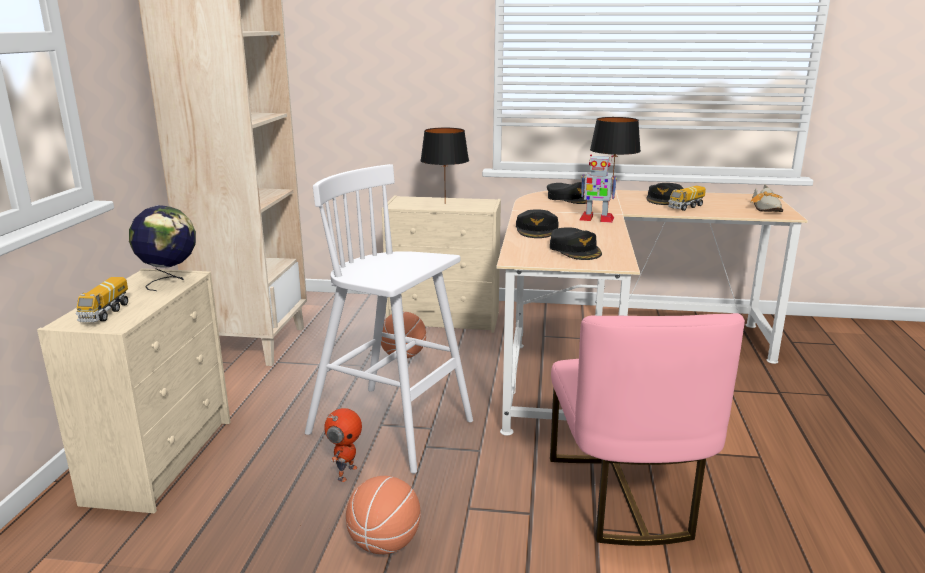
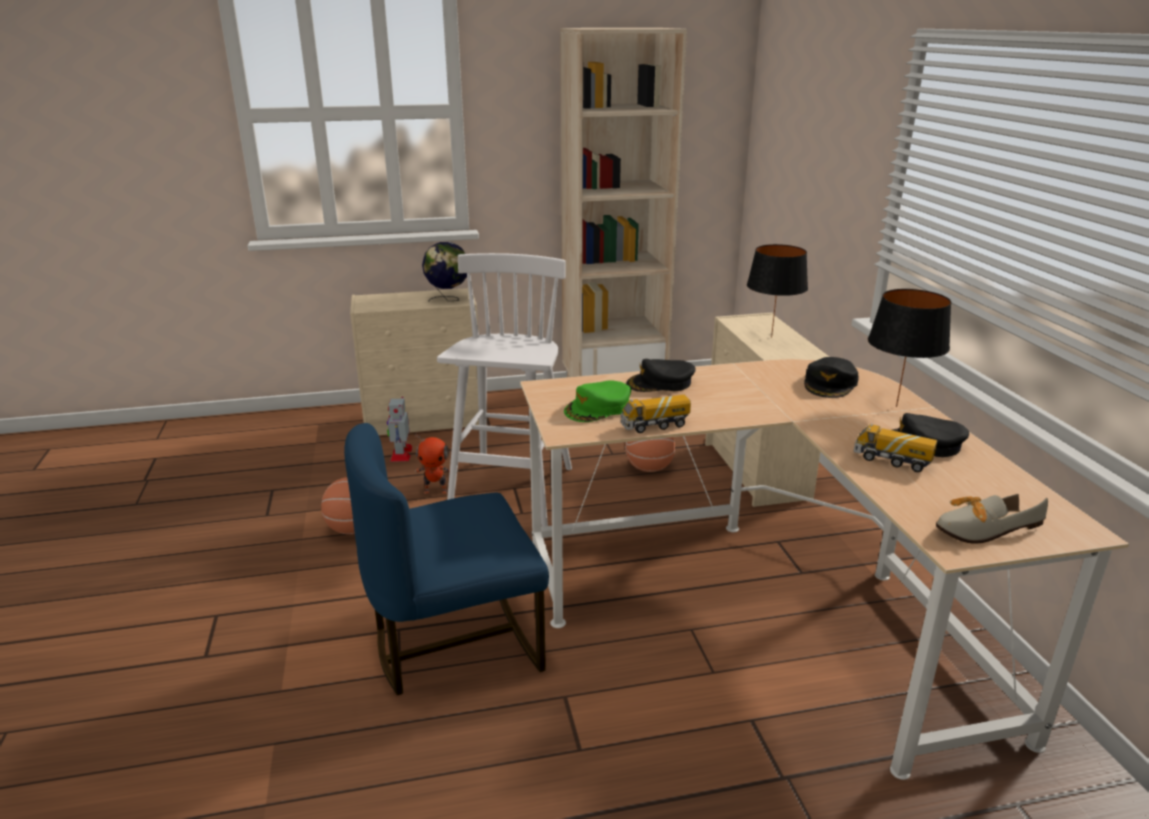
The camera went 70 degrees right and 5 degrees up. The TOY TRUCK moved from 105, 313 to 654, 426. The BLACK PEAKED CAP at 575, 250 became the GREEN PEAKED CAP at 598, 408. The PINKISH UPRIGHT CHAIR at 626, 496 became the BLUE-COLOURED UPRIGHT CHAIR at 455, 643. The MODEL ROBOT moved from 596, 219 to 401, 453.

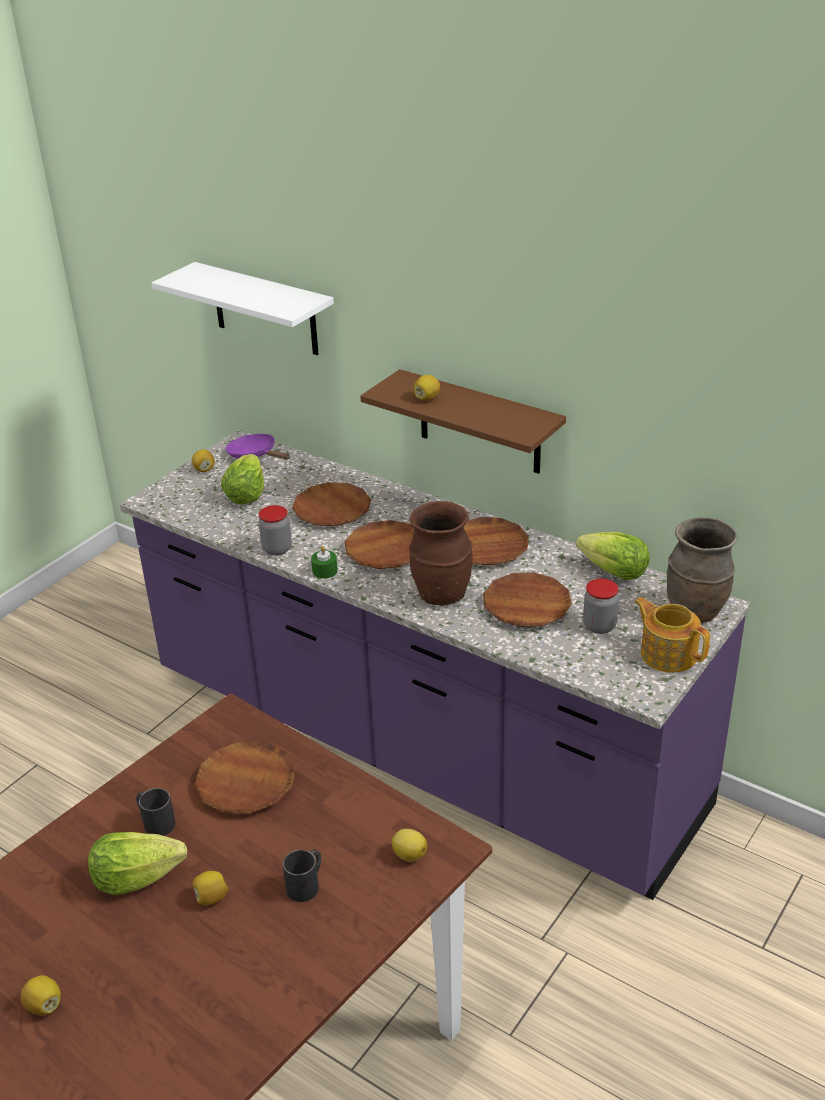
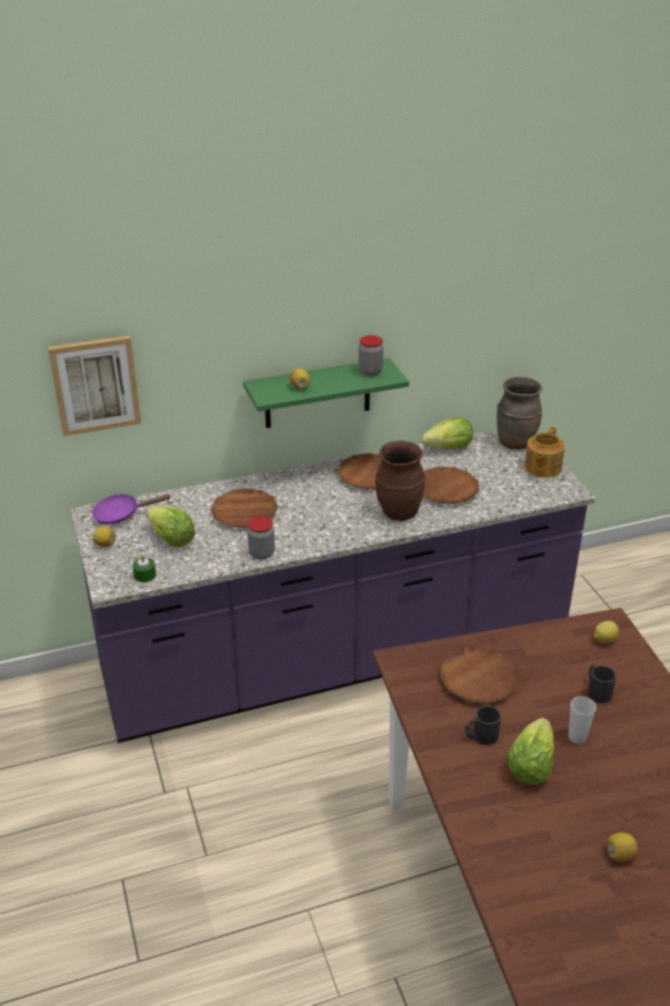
The camera went 55 degrees left and 0 degrees up. The WHITE-COLOURED SHELF at 265, 309 was replaced by the WALL ART at 95, 384. The CITRUS FRUIT at 211, 898 was replaced by the DRINKING CUP at 577, 737. The GREEN WAX CANDLE moved from 325, 571 to 145, 575. The BROWNISH DINNER PLATE at 386, 550 disappeared. The BROWNISH SHELF at 479, 423 became the GREEN SHELF at 317, 394. The JAR moved from 599, 626 to 370, 371. The TEAPOT at 668, 653 turned 60 degrees counterclockwise.

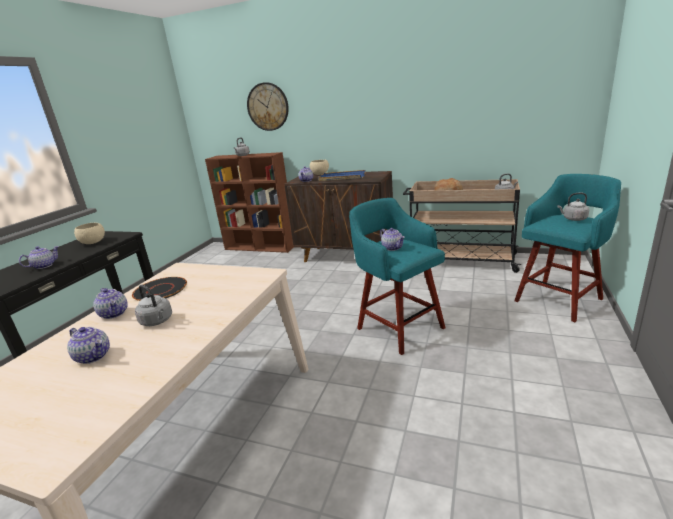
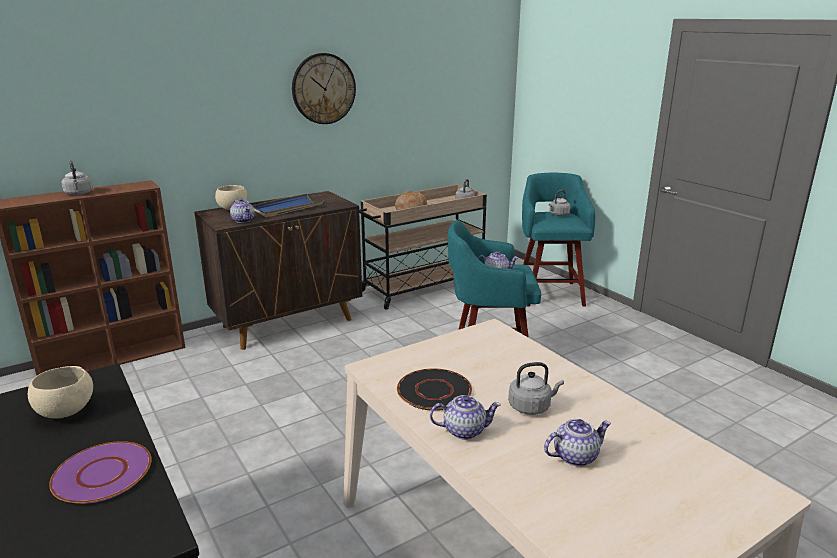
The camera went 55 degrees left and 0 degrees up. The TEAPOT at 44, 266 was replaced by the PURPLISH DINNER PLATE at 102, 474. The CLOCK ON THE WALL moved from 268, 107 to 323, 89.

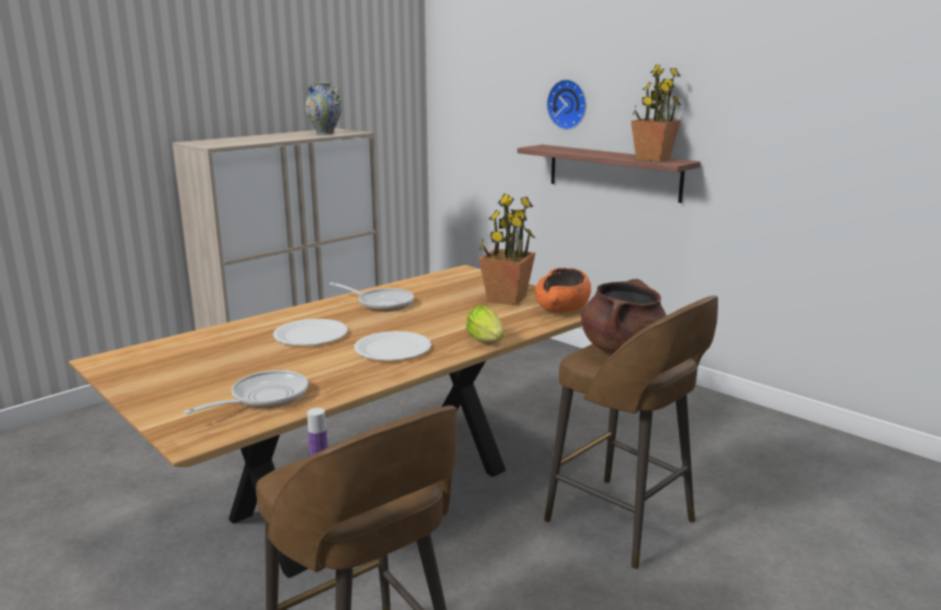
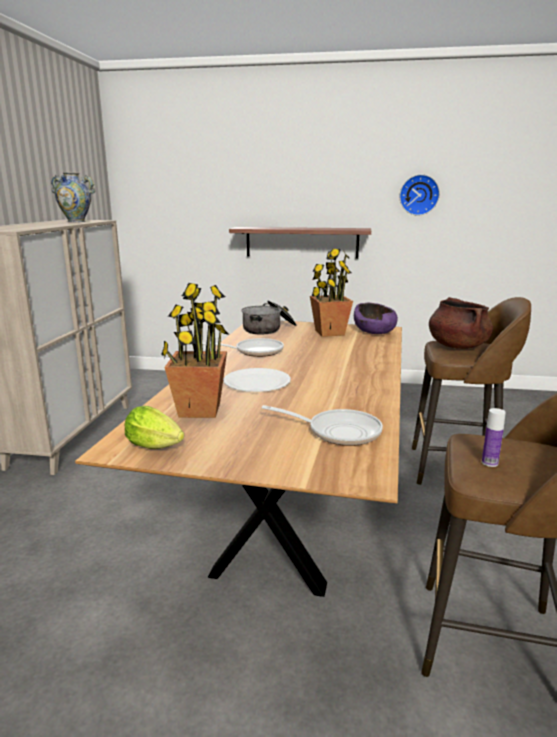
The camera went 35 degrees left and 0 degrees up. The SKILLET at 264, 398 turned 105 degrees clockwise. The WHITE-COLOURED DINNER PLATE at 393, 349 disappeared. The LETTUCE moved from 487, 342 to 157, 447. The ORANGE DEEP DISH at 562, 307 became the PURPLISH DEEP DISH at 374, 331. The CLOCK ON THE WALL moved from 568, 104 to 419, 195. The PLANT IN A POT moved from 652, 159 to 199, 410. The SAUCEPOT at 269, 329 appeared.

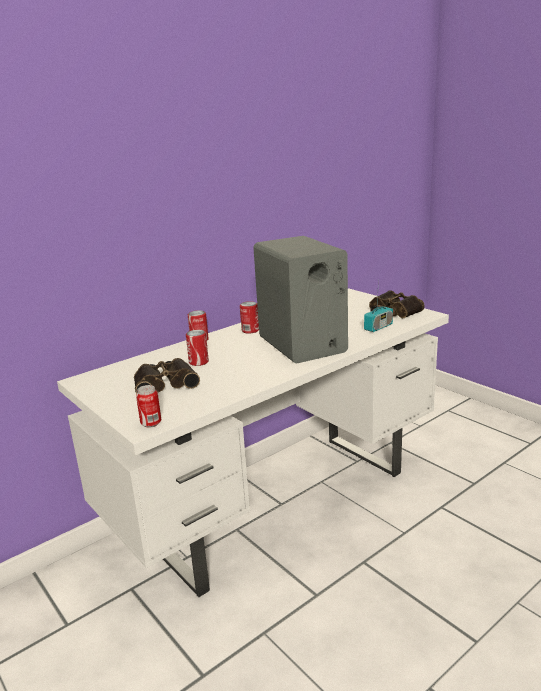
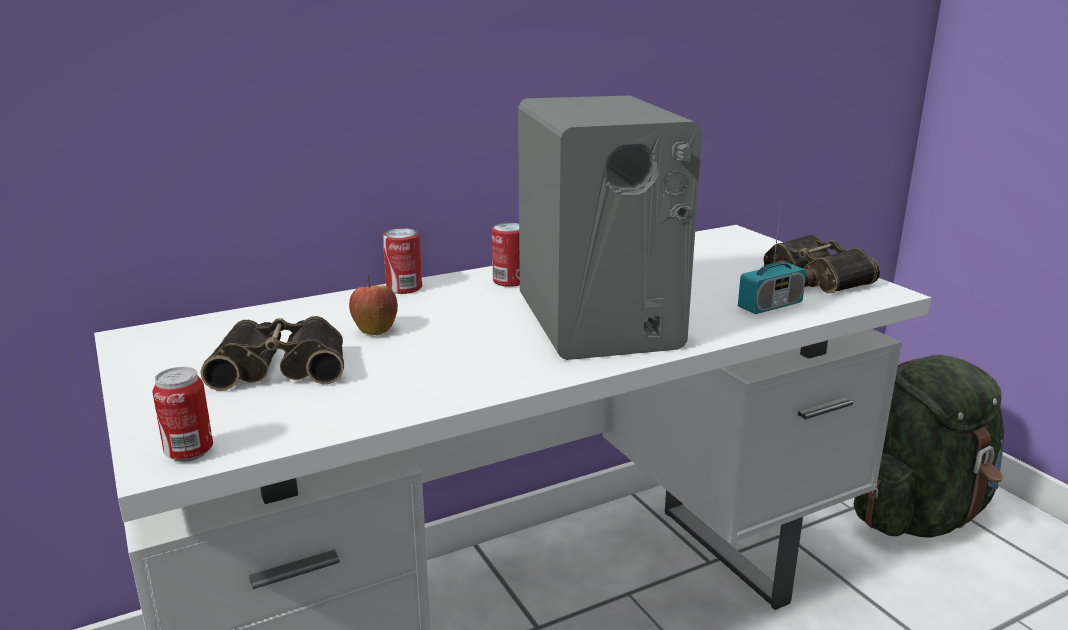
The camera went 10 degrees right and 0 degrees up. The CAN at 198, 362 was replaced by the APPLE at 375, 330. The GREEN KNAPSACK at 916, 514 appeared.

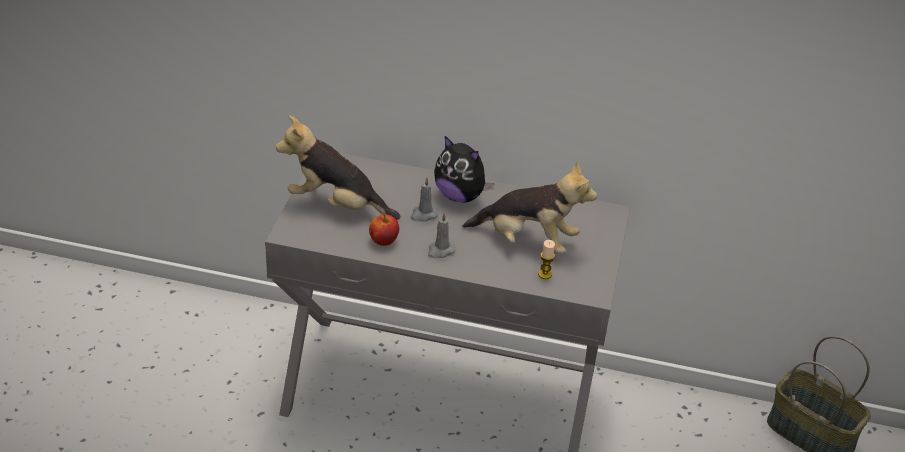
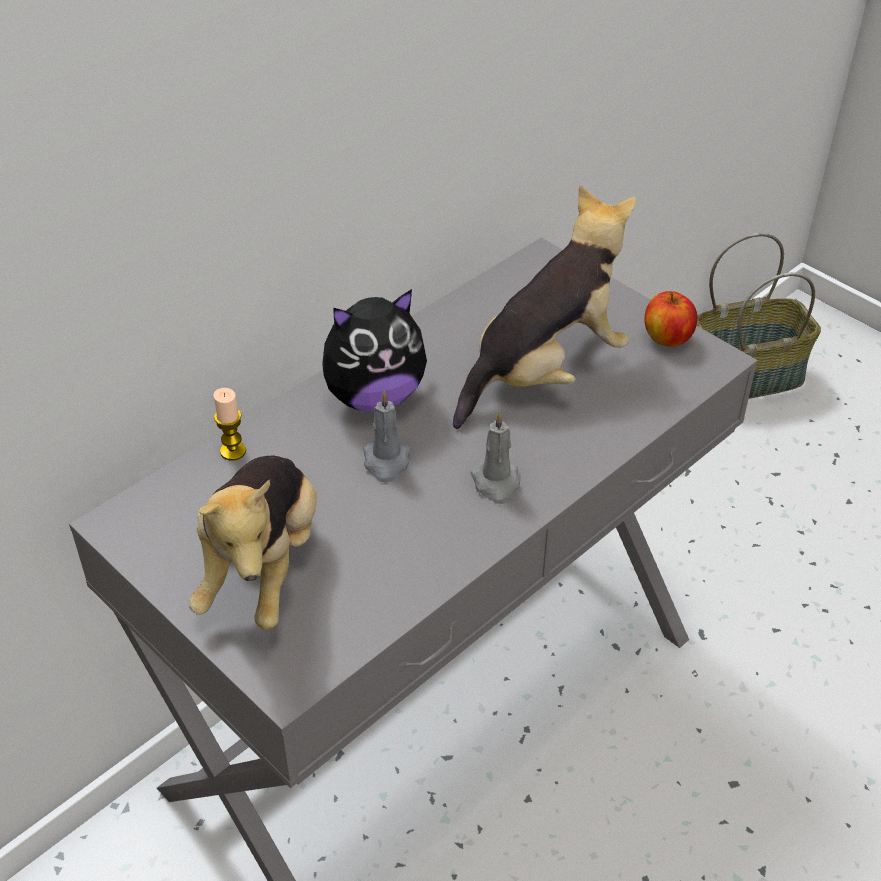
The camera went 55 degrees left and 5 degrees up. The PLUSH TOY at 336, 205 turned 45 degrees counterclockwise. The APPLE moved from 383, 241 to 667, 339. The WAX CANDLE moved from 545, 274 to 233, 451.

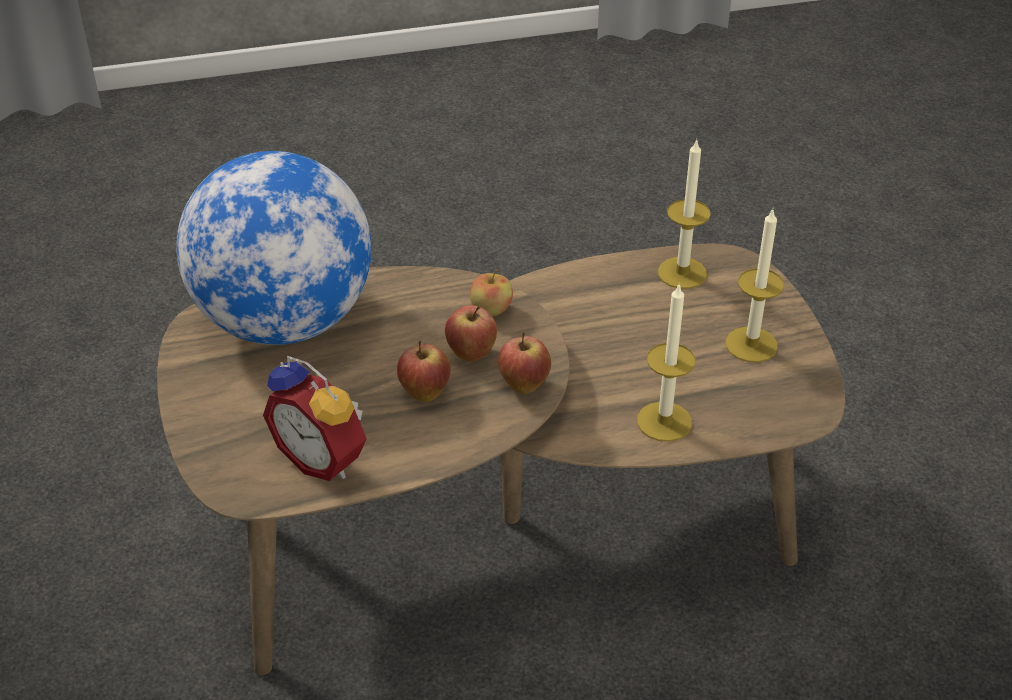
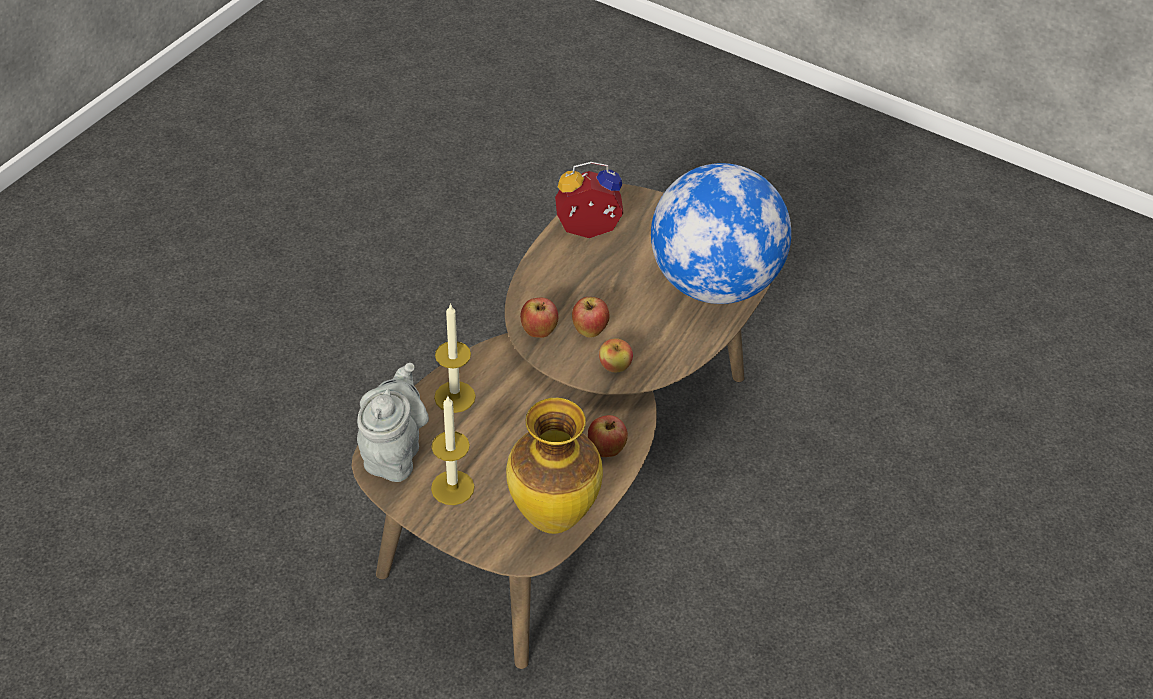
The camera went 135 degrees right and 5 degrees up. The APPLE moved from 424, 393 to 606, 450. The WAX CANDLE at 682, 273 was replaced by the VASE at 552, 517. The GRAY TEAPOT at 394, 453 appeared.

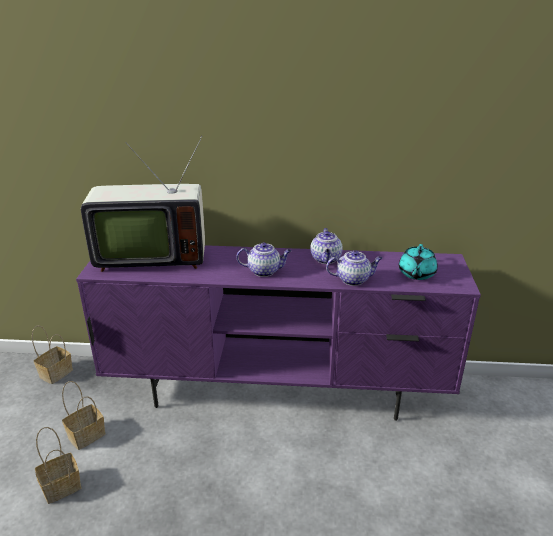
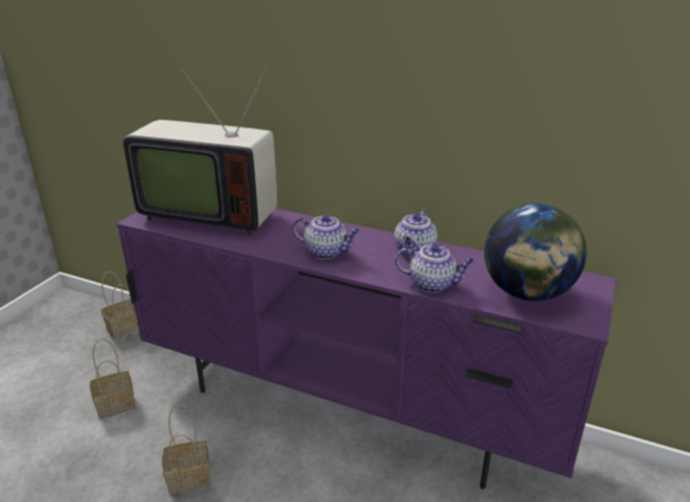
The camera went 20 degrees right and 0 degrees up. The BASKET moved from 62, 486 to 190, 477. The TURQUOISE TEAPOT at 416, 274 was replaced by the DESK GLOBE at 527, 293.

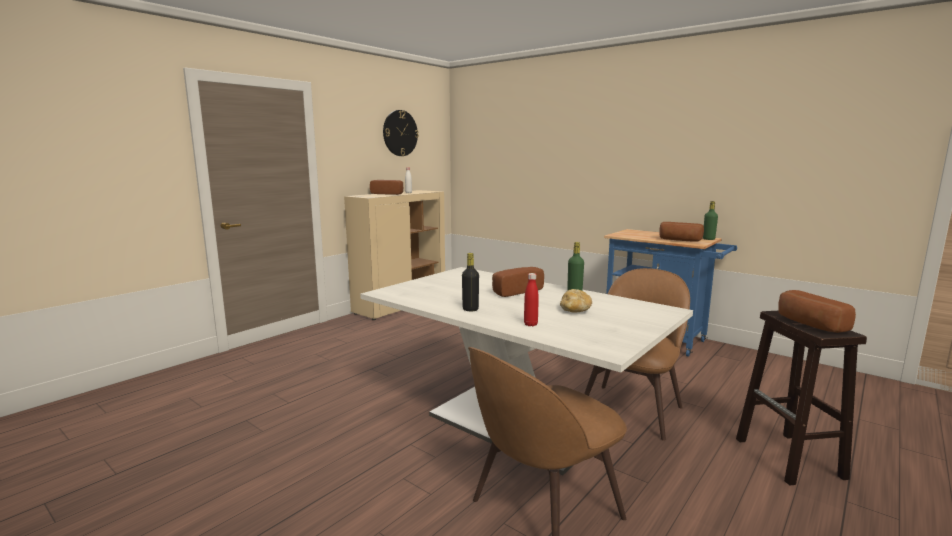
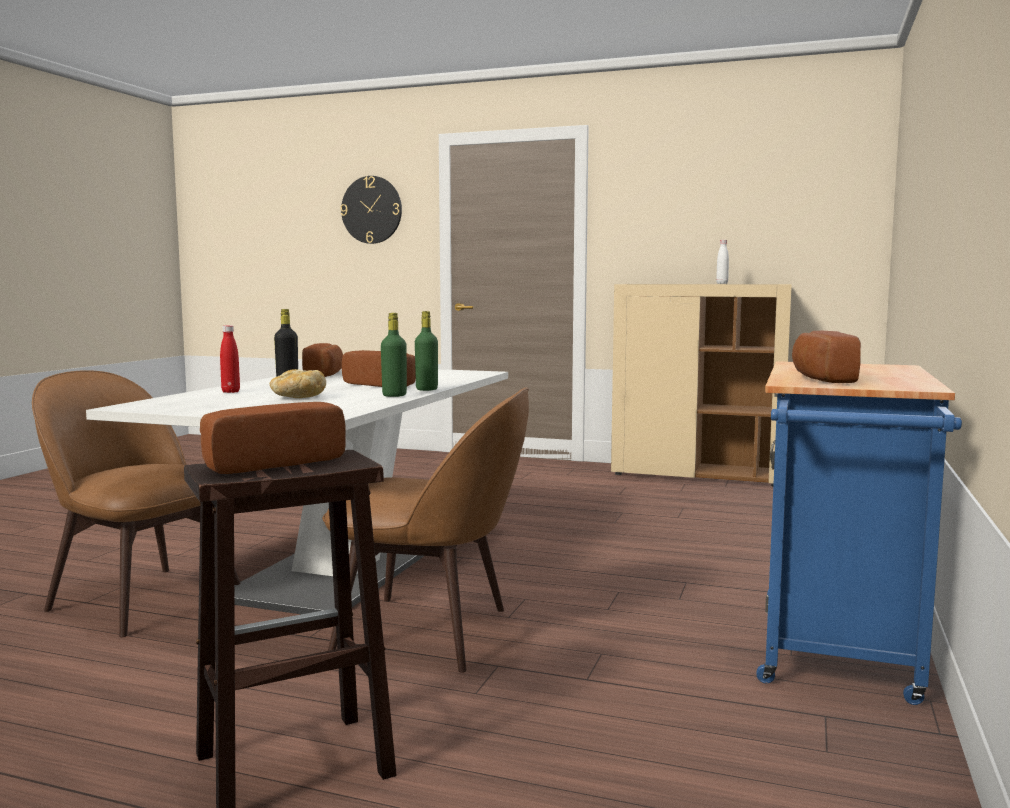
The camera went 70 degrees right and 5 degrees down. The BAKERY BREAD moved from 388, 194 to 326, 375. The CLOCK ON THE WALL moved from 400, 133 to 371, 210. The GREEN BOTTLE moved from 708, 239 to 426, 389.

